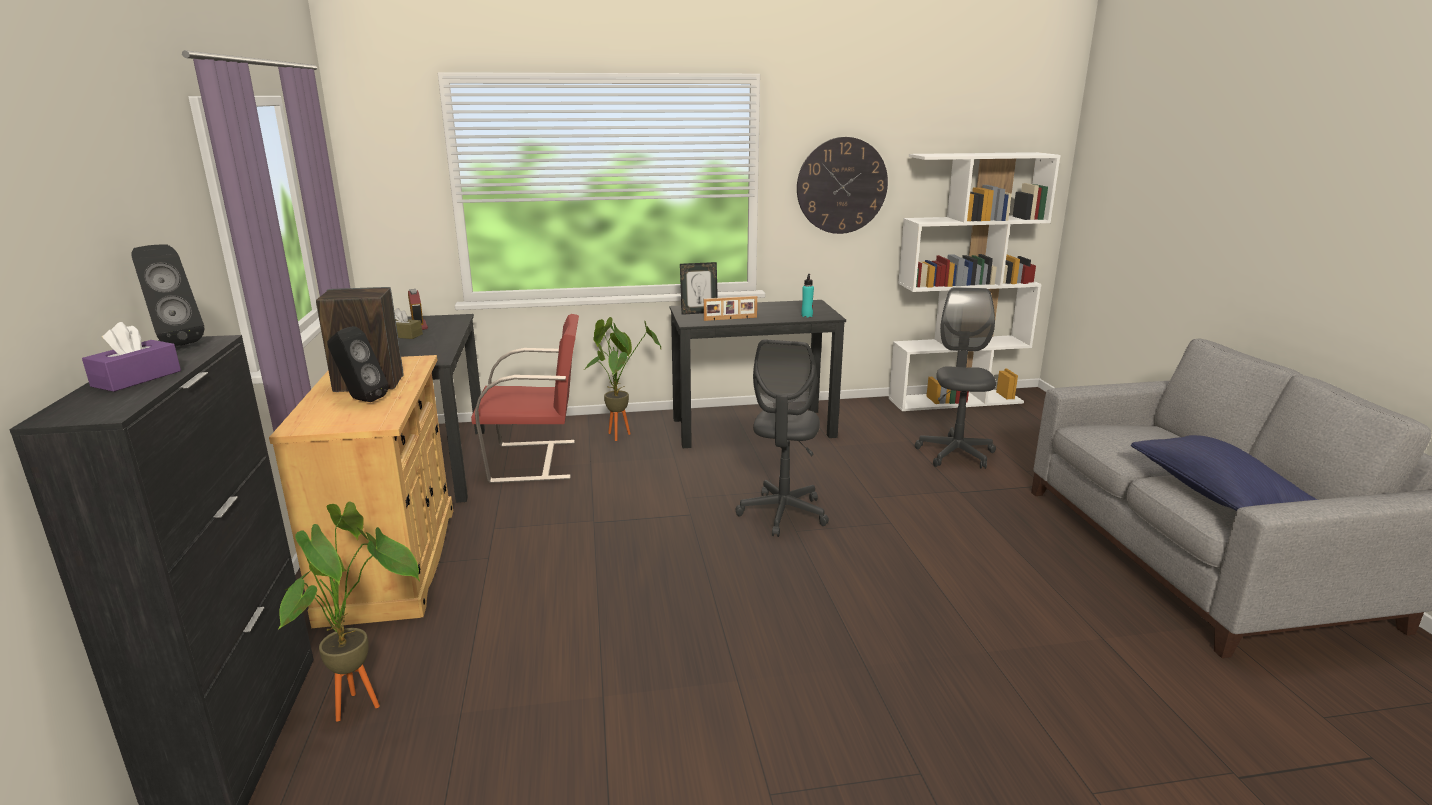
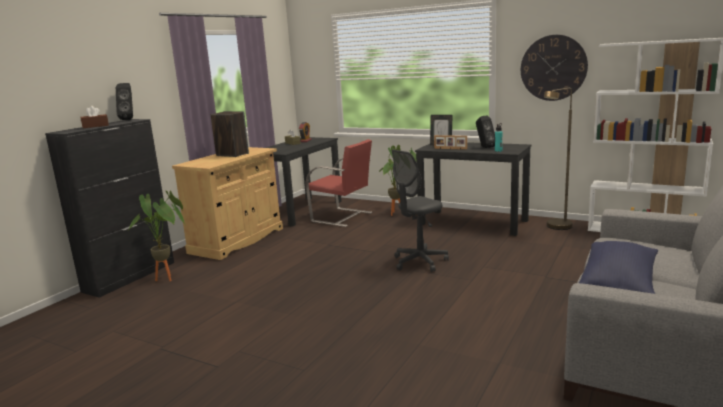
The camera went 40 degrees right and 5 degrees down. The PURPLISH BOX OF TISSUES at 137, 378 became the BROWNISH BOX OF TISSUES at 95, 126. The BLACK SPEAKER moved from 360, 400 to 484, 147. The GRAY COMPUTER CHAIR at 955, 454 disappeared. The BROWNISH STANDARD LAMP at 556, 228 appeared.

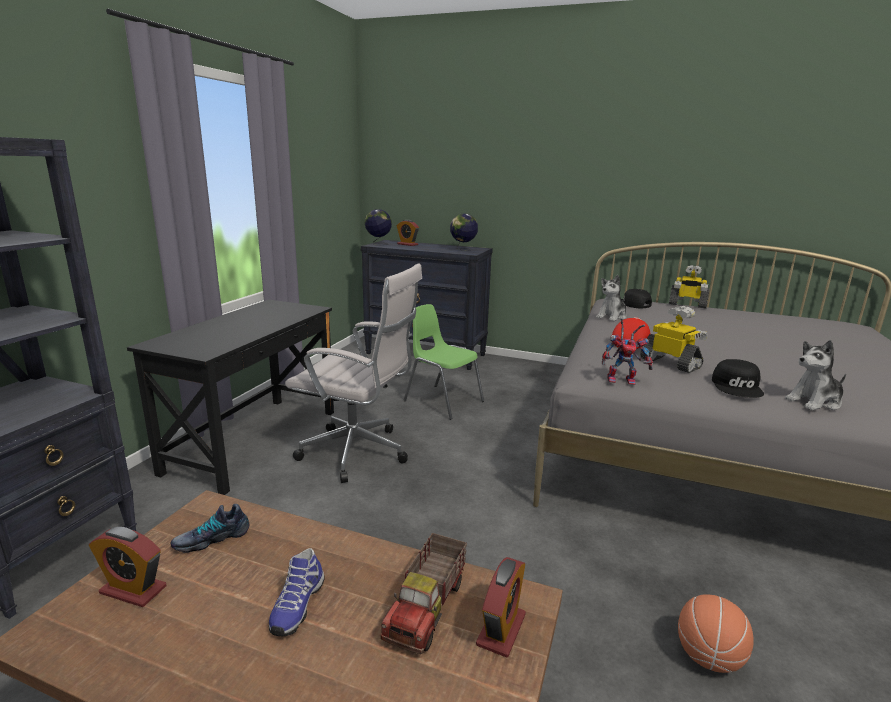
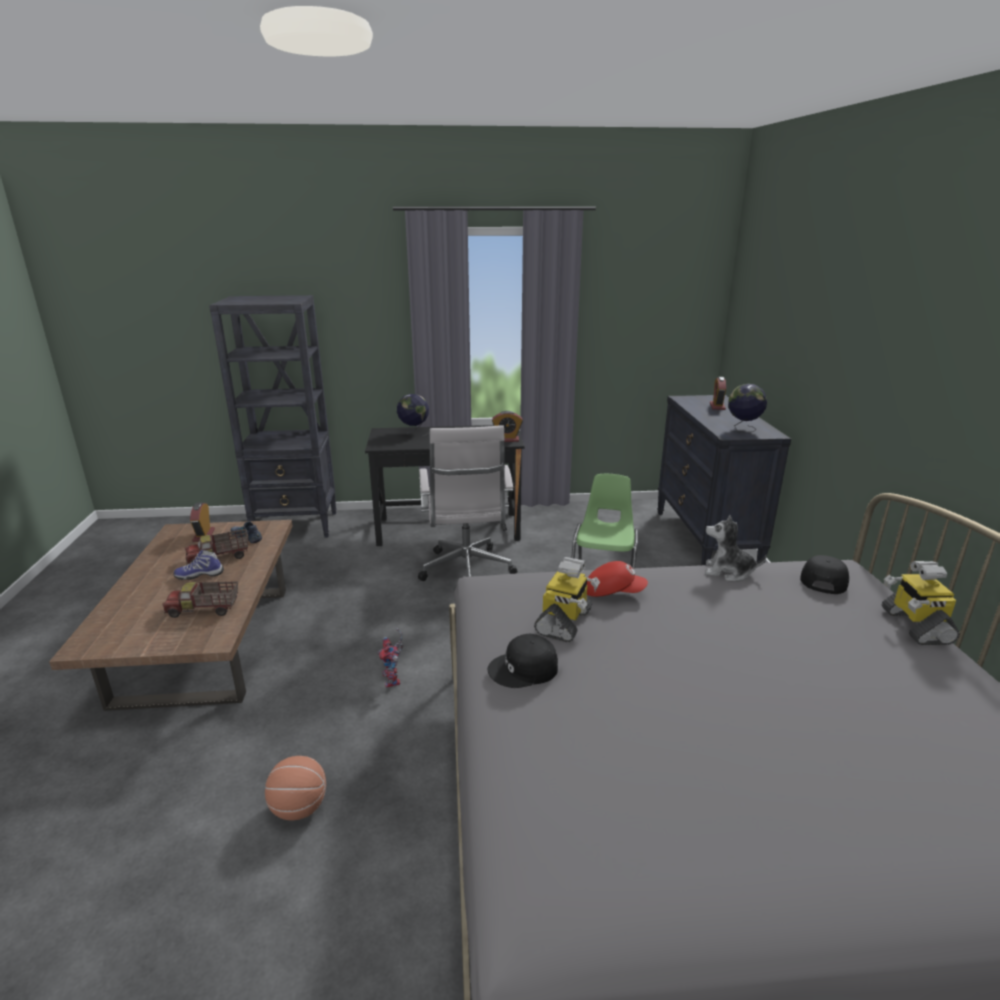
The camera went 65 degrees right and 5 degrees up. The DESK GLOBE moved from 378, 244 to 414, 433. The BEDSIDE CLOCK moved from 501, 629 to 507, 440. The MODEL ROBOT moved from 623, 380 to 393, 680. The PLUSH TOY at 814, 402 disappeared. The TOY TRUCK at 219, 558 appeared.

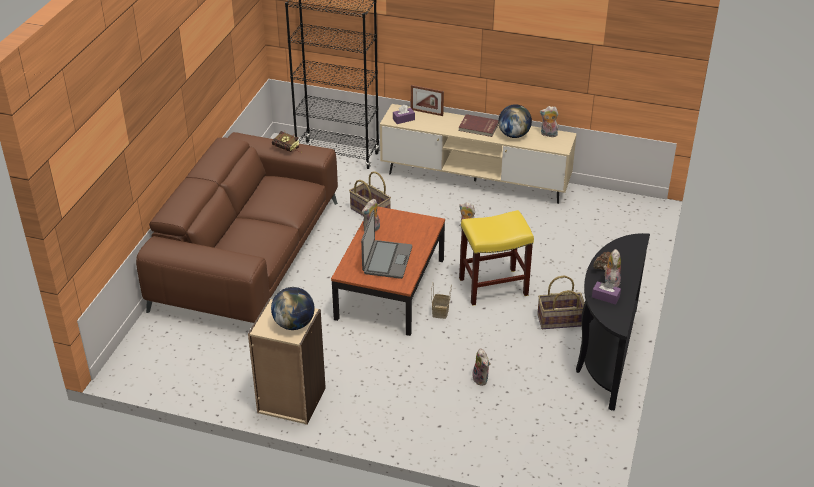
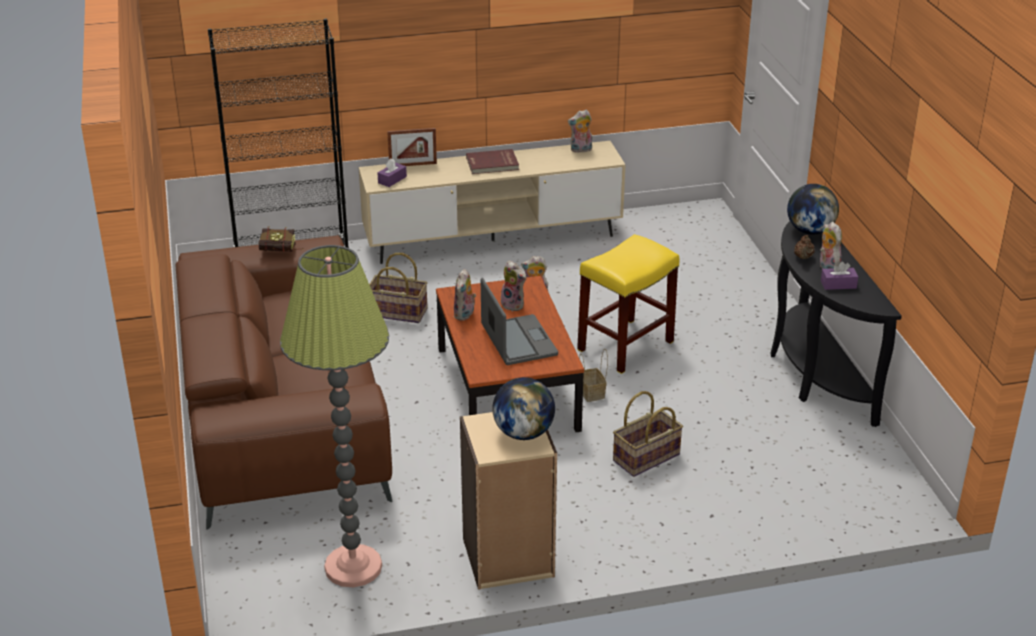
The camera went 30 degrees left and 5 degrees down. The PLUSH TOY moved from 481, 379 to 514, 305. The DESK GLOBE moved from 514, 135 to 810, 231. The BASKET moved from 560, 321 to 646, 458. The STANDARD LAMP at 353, 567 appeared.

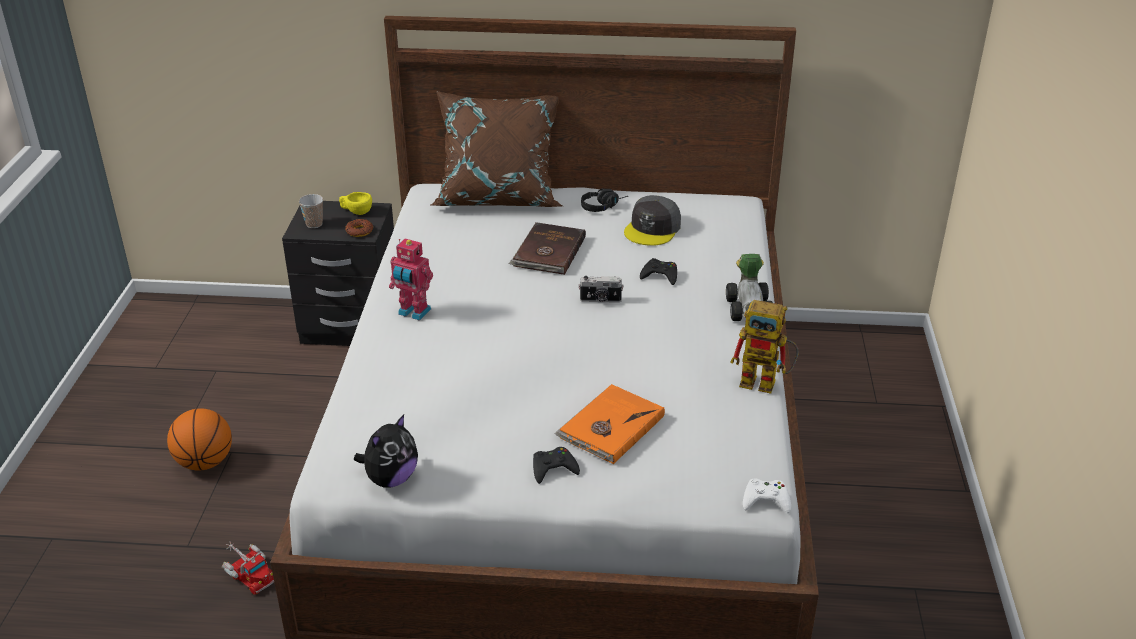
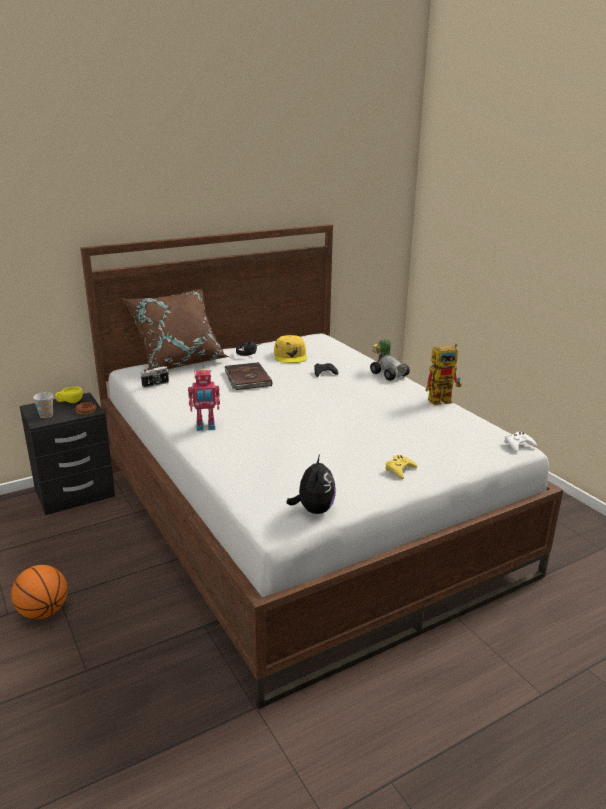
The camera went 35 degrees left and 10 degrees down. The TOY TRUCK at 250, 572 disappeared. The BLACK JOYPAD at 553, 468 became the YELLOWISH JOYPAD at 399, 470. The ORANGE VOLUME at 610, 427 disappeared. The STILL CAMERA moved from 600, 300 to 156, 384. The GRAY PEAKED CAP at 653, 229 became the YELLOWISH PEAKED CAP at 290, 355.

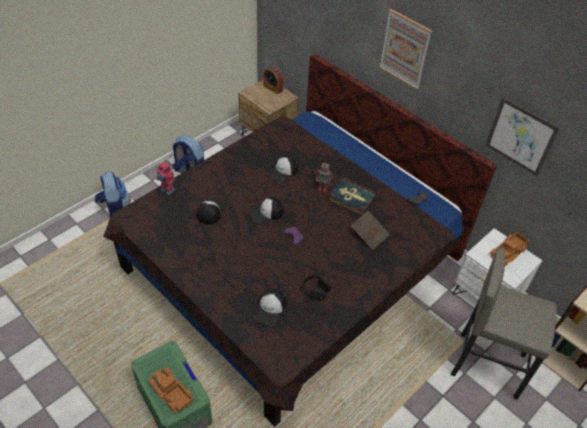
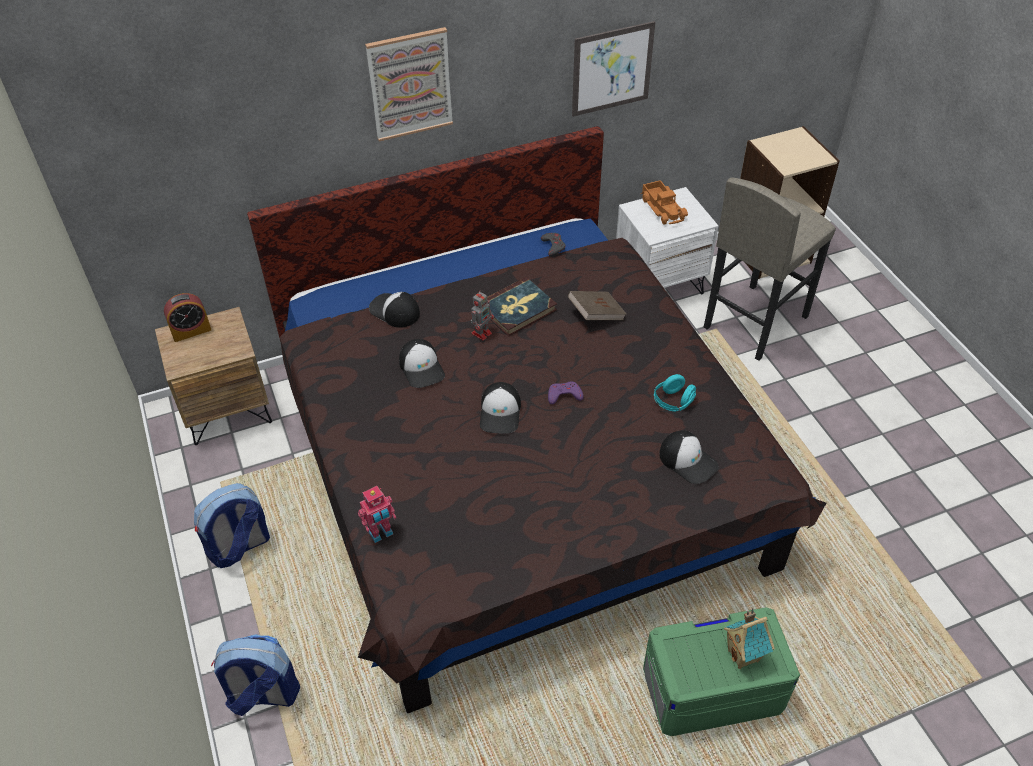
The camera went 65 degrees left and 0 degrees up. The TOY TRUCK at 170, 392 was replaced by the MODEL HOUSE at 744, 655. The PEAKED CAP moved from 210, 211 to 394, 311. The BLACK HEADSET at 315, 291 became the TURQUOISE HEADSET at 673, 402.

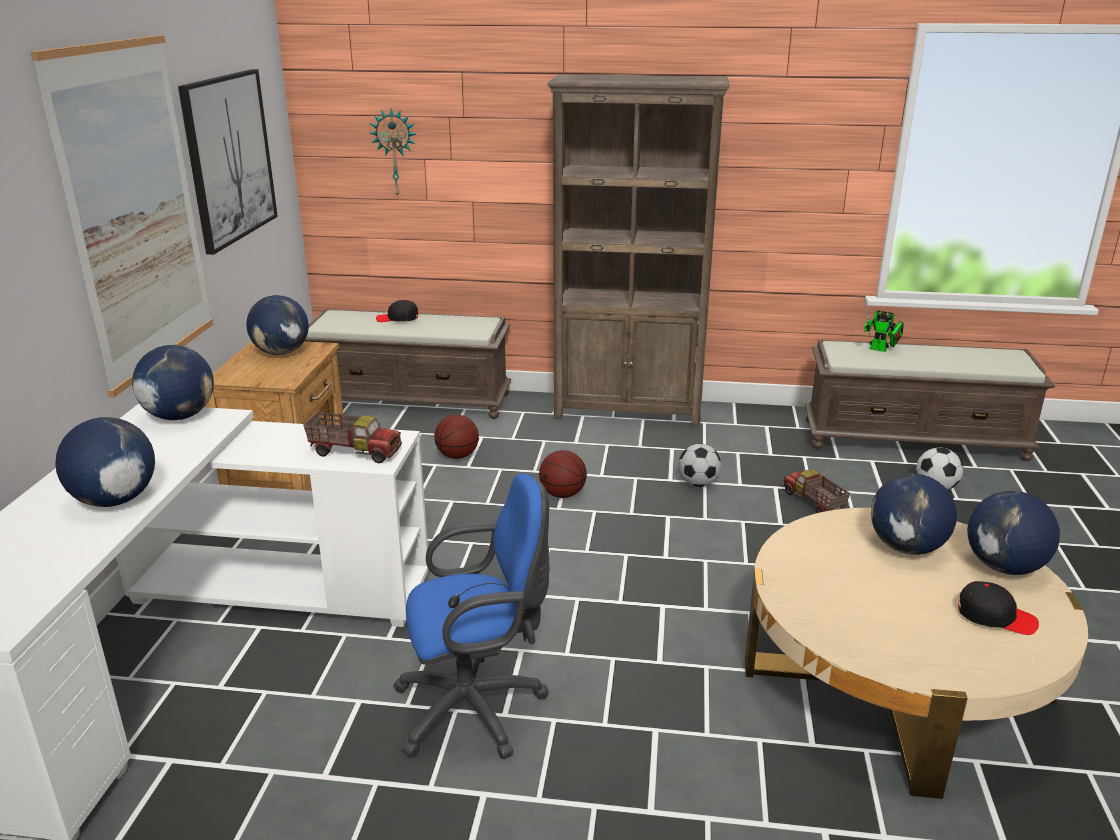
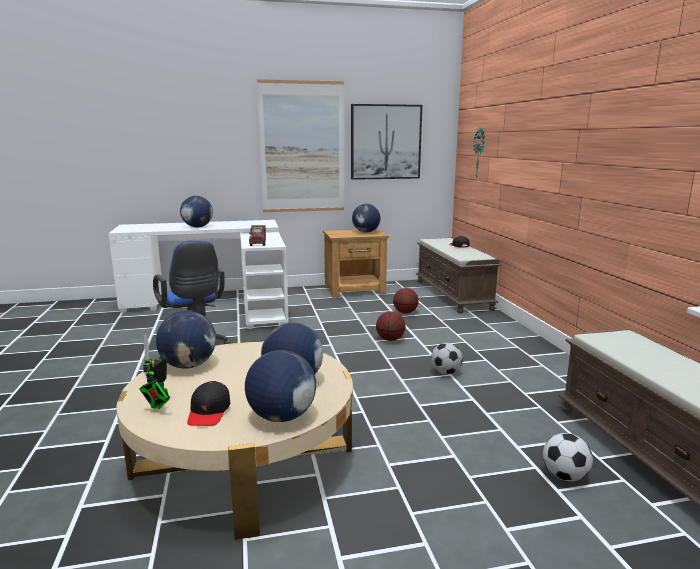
The camera went 70 degrees right and 10 degrees down. The DESK GLOBE moved from 180, 416 to 189, 365. The BROWNISH BOOKSHELF at 629, 411 disappeared. The TOY TRUCK at 813, 503 disappeared. The MODEL ROBOT moved from 881, 350 to 158, 405.

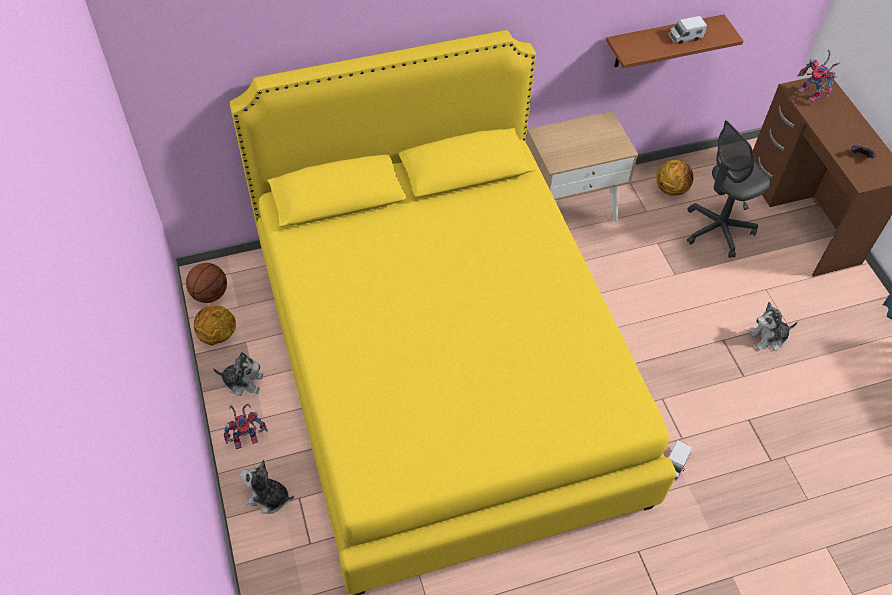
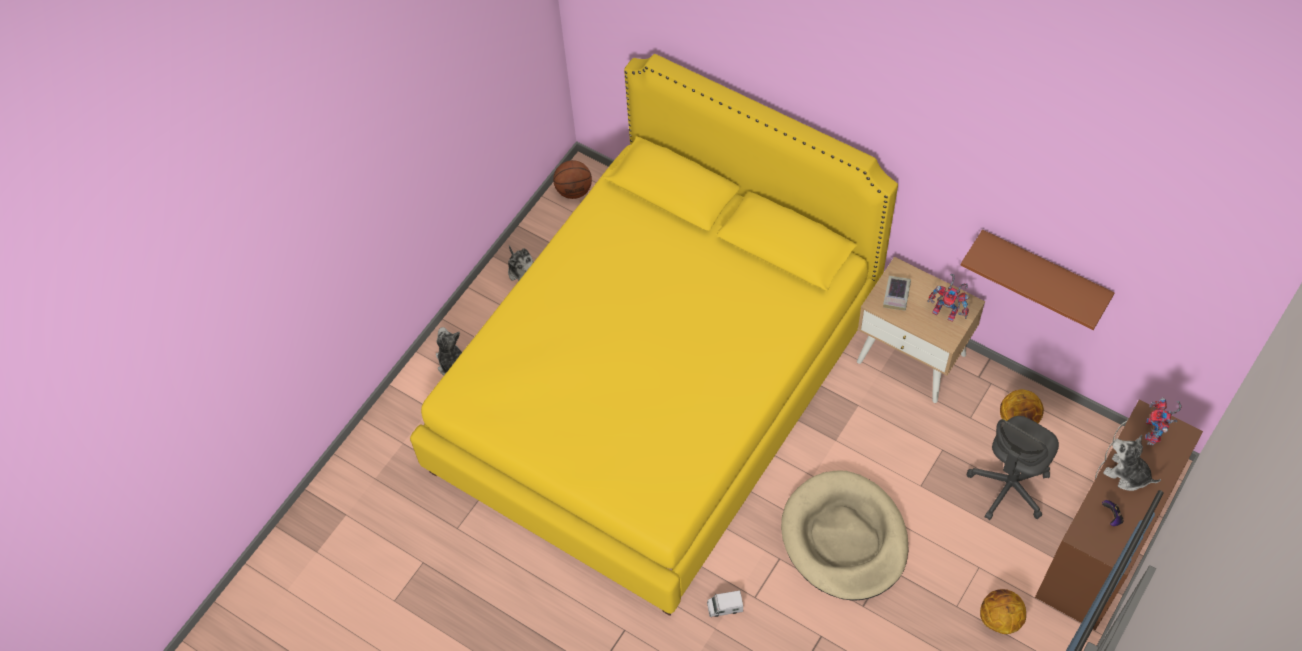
The camera went 55 degrees right and 5 degrees up. The BASKETBALL BALL moved from 217, 336 to 999, 619. The MODEL ROBOT moved from 247, 437 to 948, 311. The TOY TRUCK at 685, 37 disappeared. The GRAY COMPUTER CHAIR at 718, 230 turned 75 degrees counterclockwise. The PLUSH TOY moved from 768, 338 to 1127, 474. The SAND-COLOURED PET BED at 844, 538 appeared. The VOLUME at 896, 294 appeared.

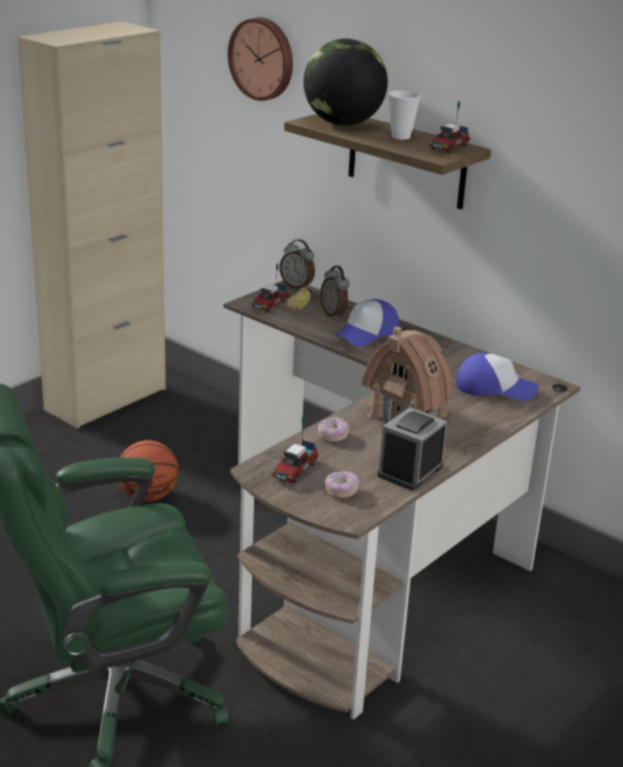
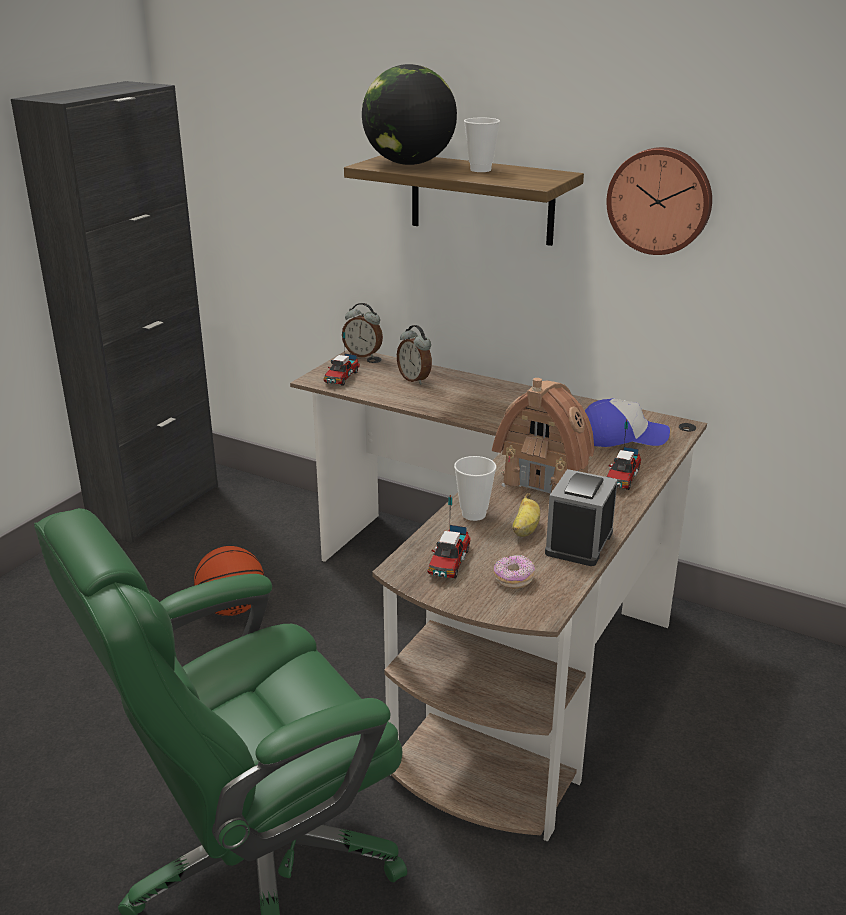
The camera went 10 degrees left and 0 degrees up. The SAND-COLOURED CUPBOARD at 106, 399 became the BLACK CUPBOARD at 155, 506. The CLOCK ON THE WALL moved from 263, 58 to 660, 200. The WHOLE BANANA moved from 298, 307 to 525, 530. The DOUGHNUT at 333, 436 was replaced by the DRINKING CUP at 474, 514. The PEAKED CAP at 367, 333 disappeared. The TOY TRUCK moved from 449, 148 to 622, 478.

